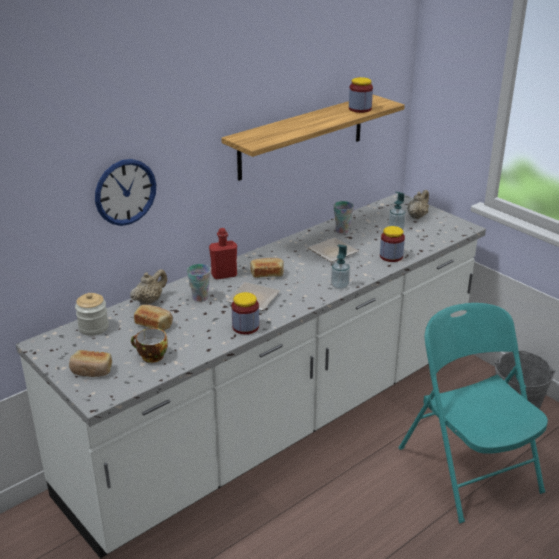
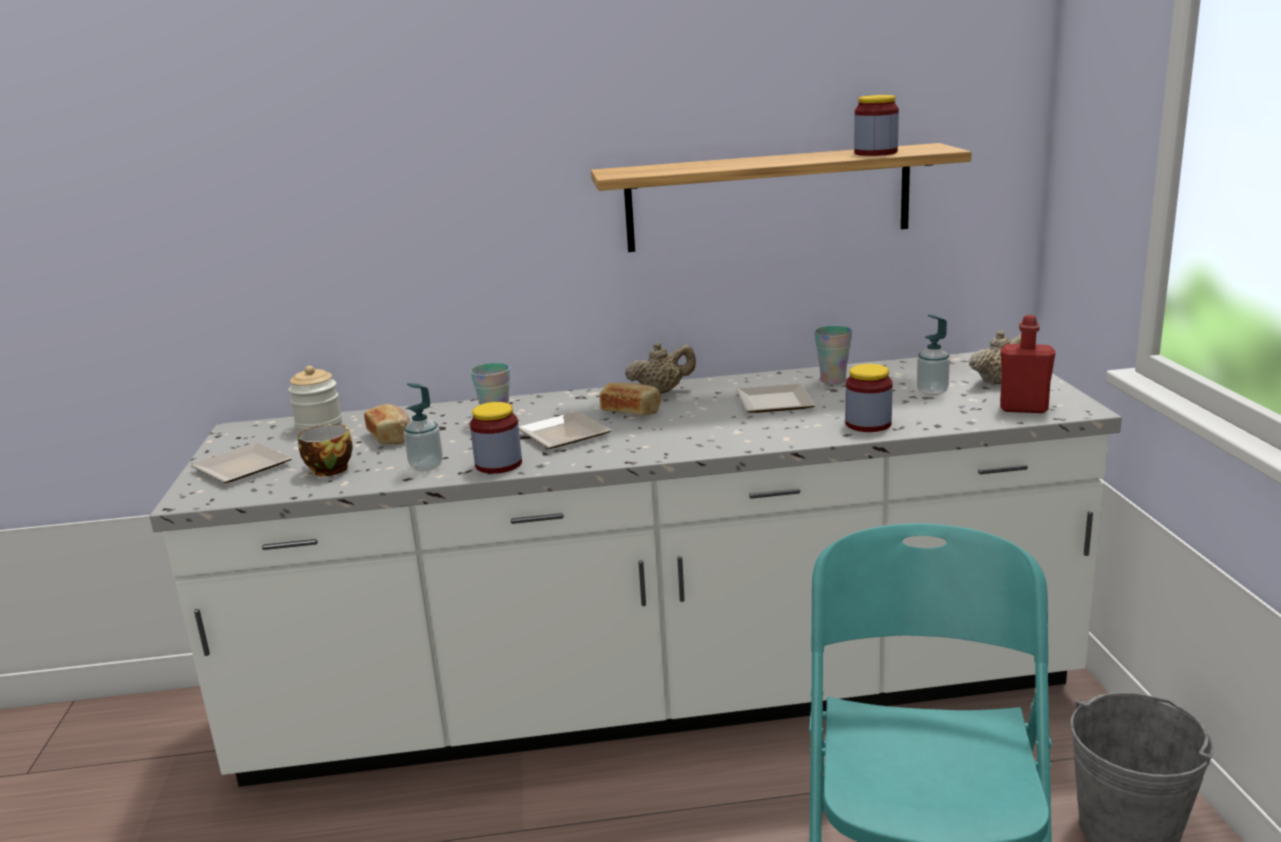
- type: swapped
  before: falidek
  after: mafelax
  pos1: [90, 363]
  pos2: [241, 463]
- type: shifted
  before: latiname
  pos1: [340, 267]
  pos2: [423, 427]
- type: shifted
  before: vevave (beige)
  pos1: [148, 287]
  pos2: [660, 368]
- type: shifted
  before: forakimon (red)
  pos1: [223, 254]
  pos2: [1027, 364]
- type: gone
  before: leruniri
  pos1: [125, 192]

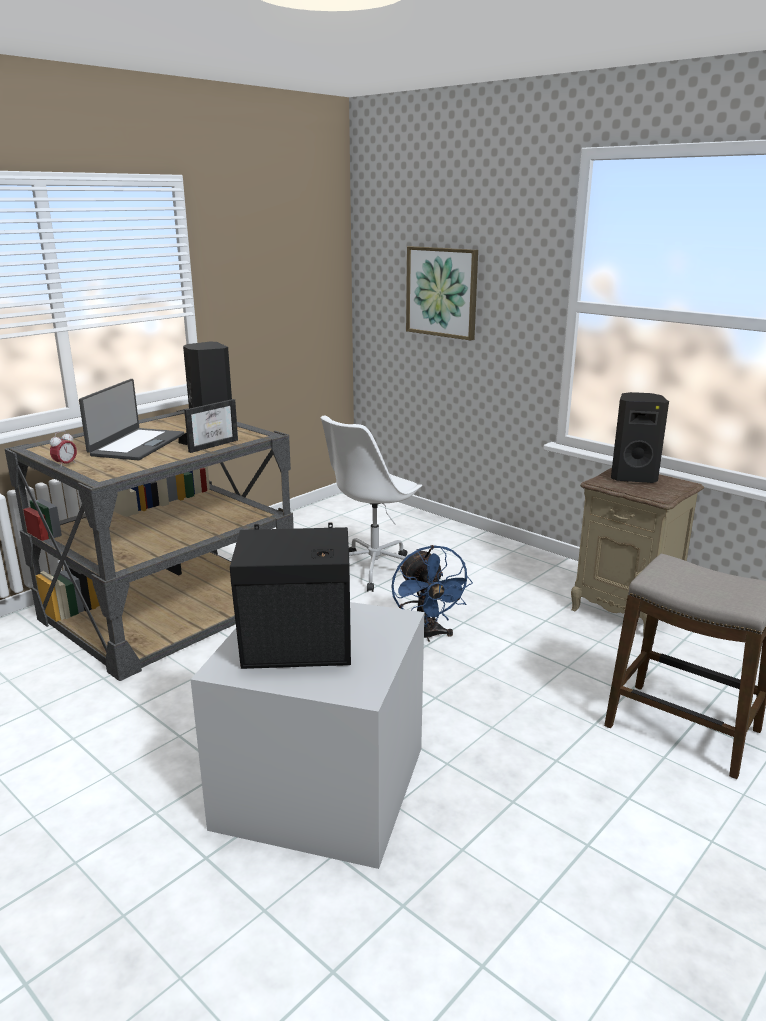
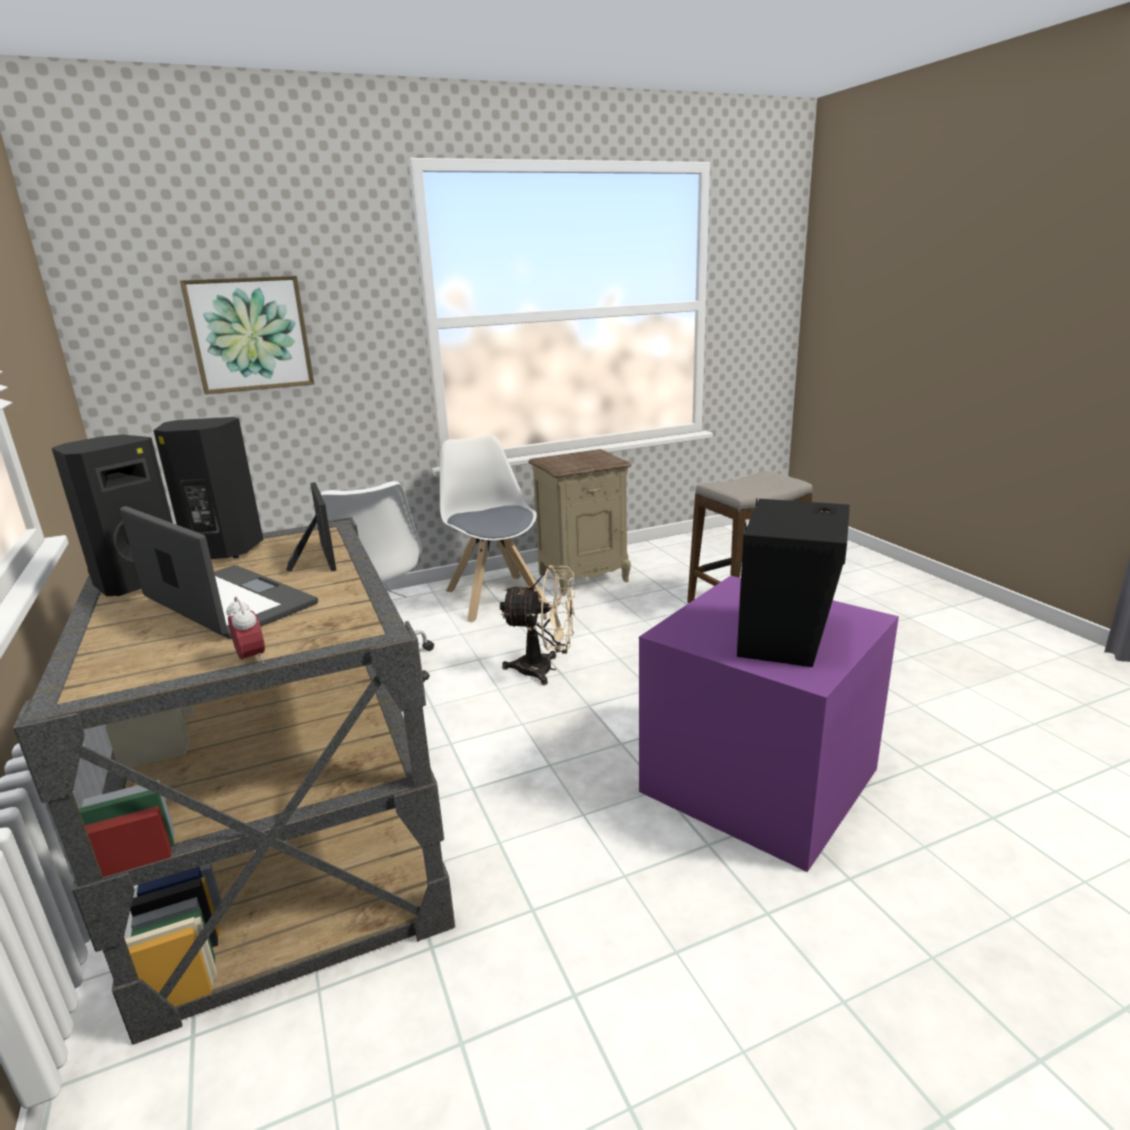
- type: shifted
  before: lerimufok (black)
  pos1: [640, 437]
  pos2: [112, 515]
- type: new
  after: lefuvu
  pos2: [493, 528]
- type: repainted
  before: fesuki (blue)
  after: fesuki (beige)
  pos1: [432, 593]
  pos2: [538, 625]
- type: repainted
  before: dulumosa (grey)
  after: dulumosa (purple)
  pos1: [307, 735]
  pos2: [769, 723]

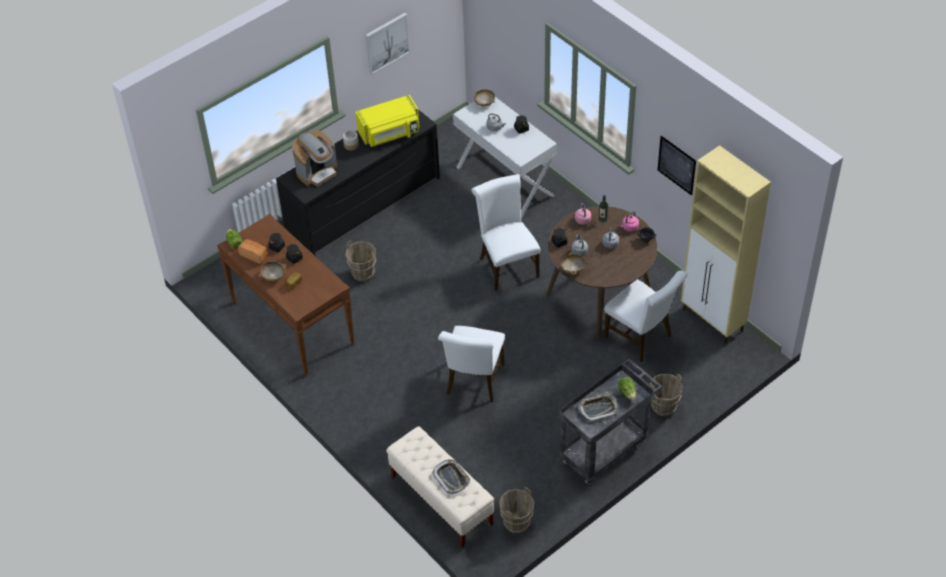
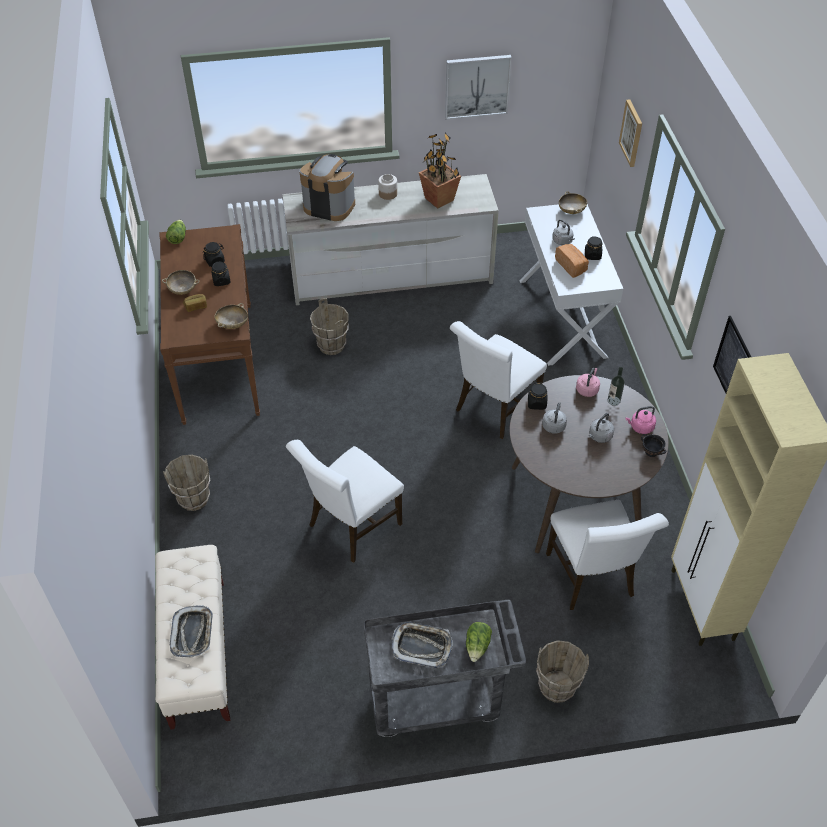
- type: shifted
  before: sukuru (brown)
  pos1: [516, 510]
  pos2: [186, 482]
- type: shifted
  before: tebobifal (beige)
  pos1: [573, 263]
  pos2: [231, 316]
- type: repainted
  before: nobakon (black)
  after: nobakon (white)
  pos1: [358, 182]
  pos2: [391, 239]
- type: rotated
  before: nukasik
  pos1: [315, 158]
  pos2: [327, 187]
  turn: -150
- type: swapped
  before: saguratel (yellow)
  after: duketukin
  pos1: [387, 121]
  pos2: [440, 170]
- type: rotated
  before: lefuvu (white)
  pos1: [506, 232]
  pos2: [498, 380]
  turn: -150
- type: shifted
  before: falidek
  pos1: [252, 251]
  pos2: [572, 261]
- type: new
  after: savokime
  pos2: [630, 133]

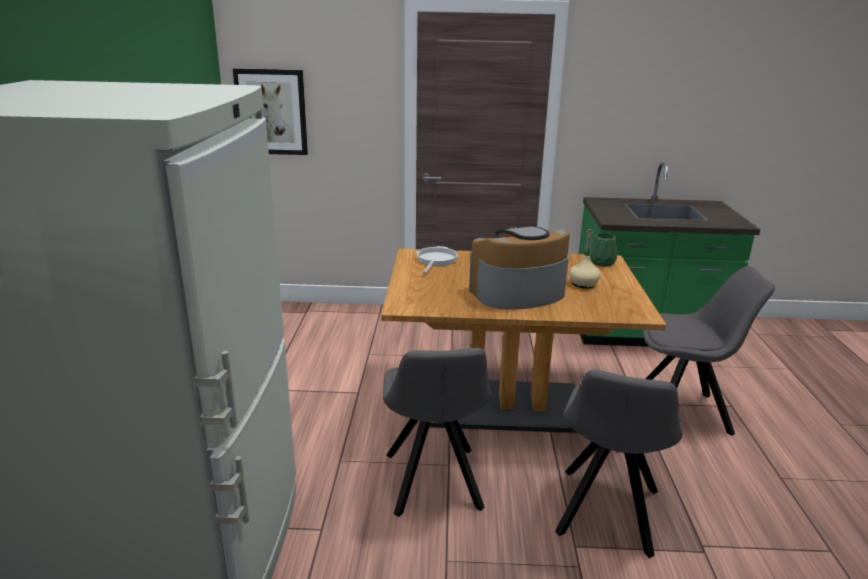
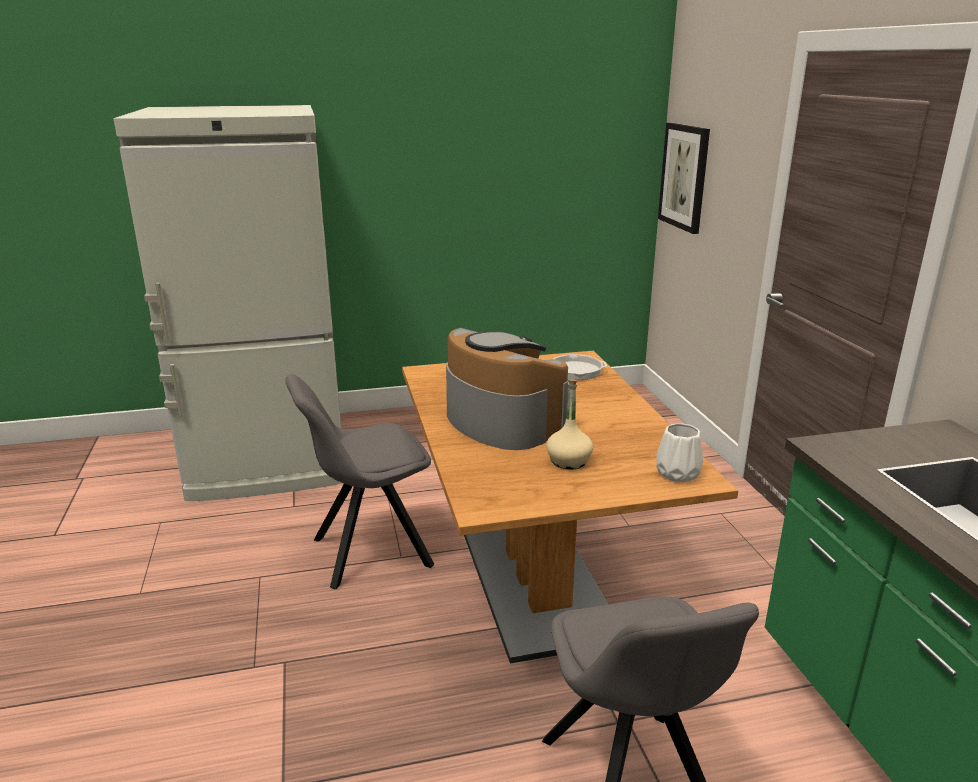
- type: repainted
  before: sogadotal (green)
  after: sogadotal (white)
  pos1: [603, 249]
  pos2: [679, 452]
- type: gone
  before: lefuvu (grey)
  pos1: [619, 464]

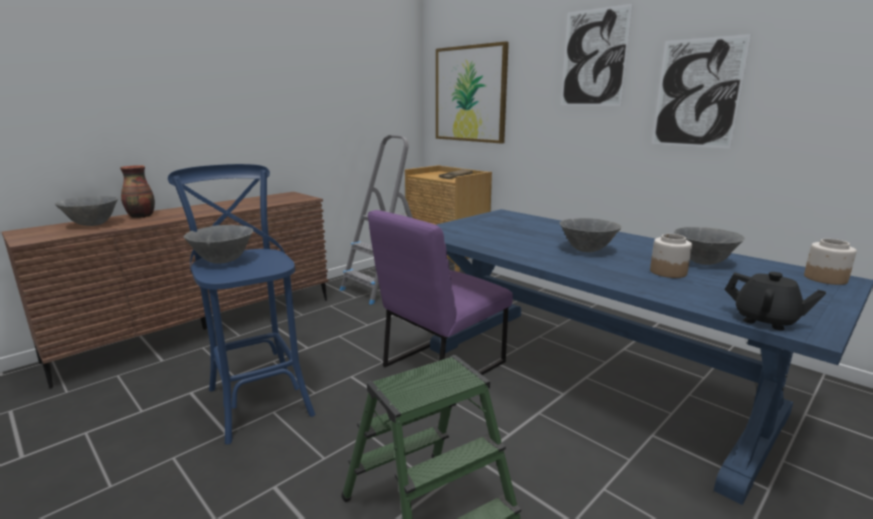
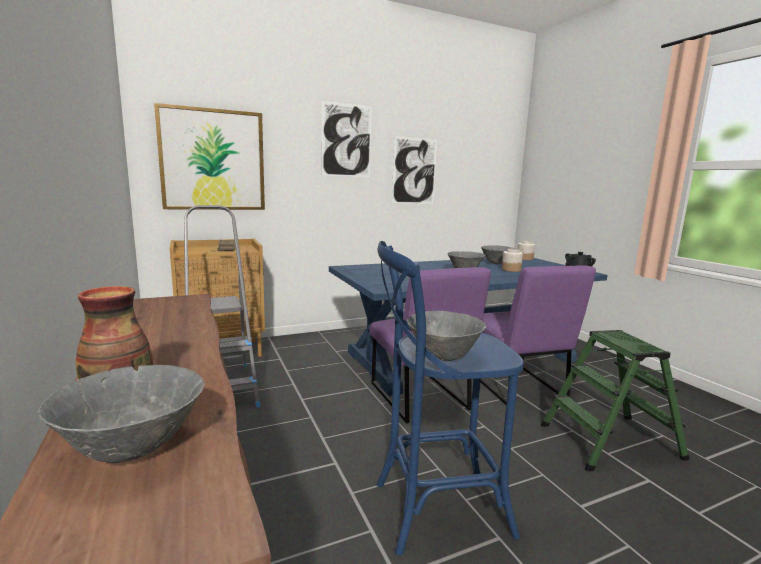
- type: new
  after: lefuvu (purple)
  pos2: [538, 335]

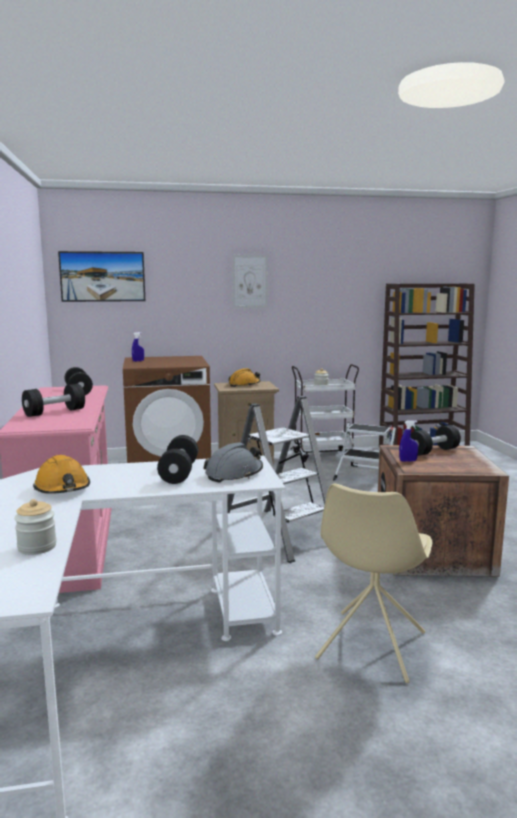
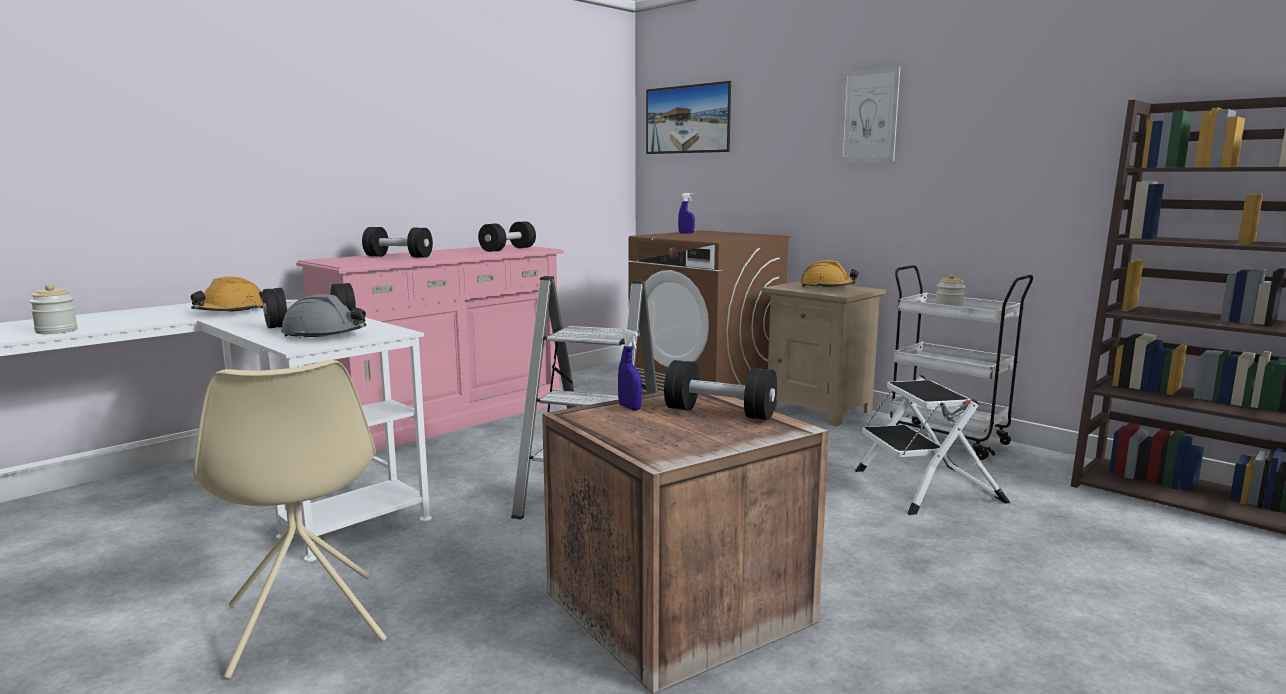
- type: rotated
  before: lefuvu (beige)
  pos1: [373, 583]
  pos2: [290, 519]
  turn: -105

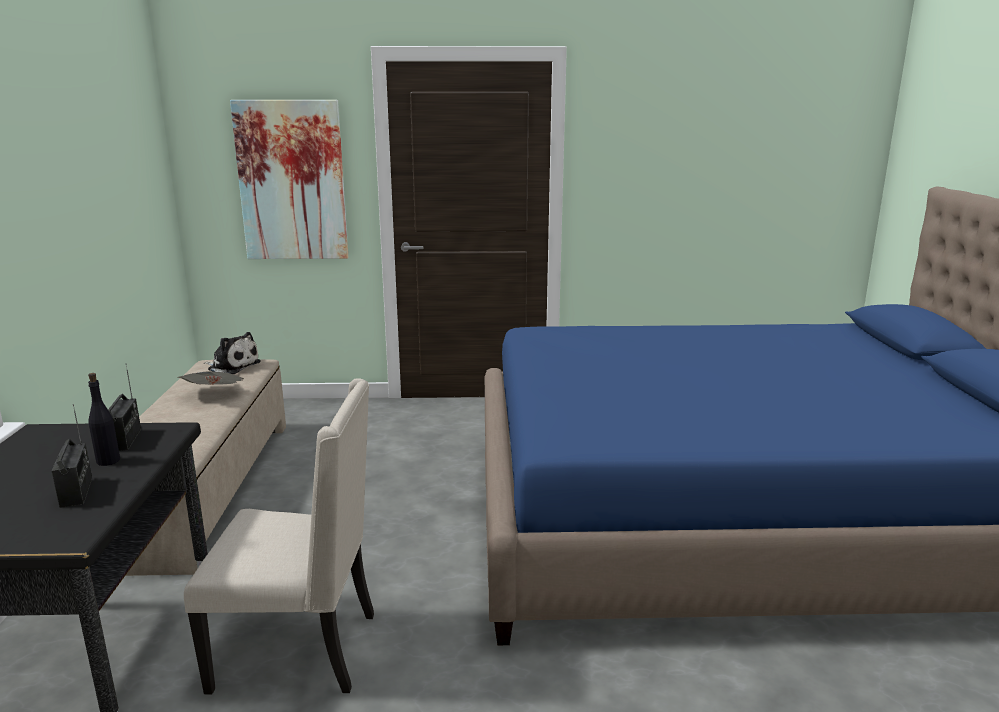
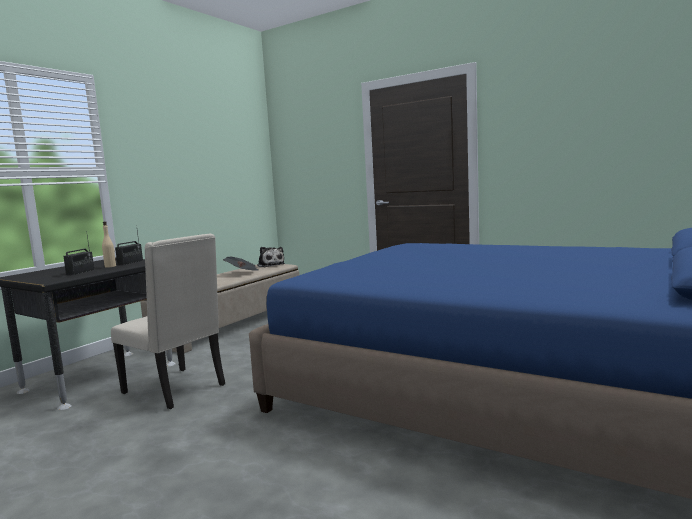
- type: repainted
  before: forakimon (black)
  after: forakimon (beige)
  pos1: [104, 419]
  pos2: [109, 244]
- type: gone
  before: savokime
  pos1: [289, 179]

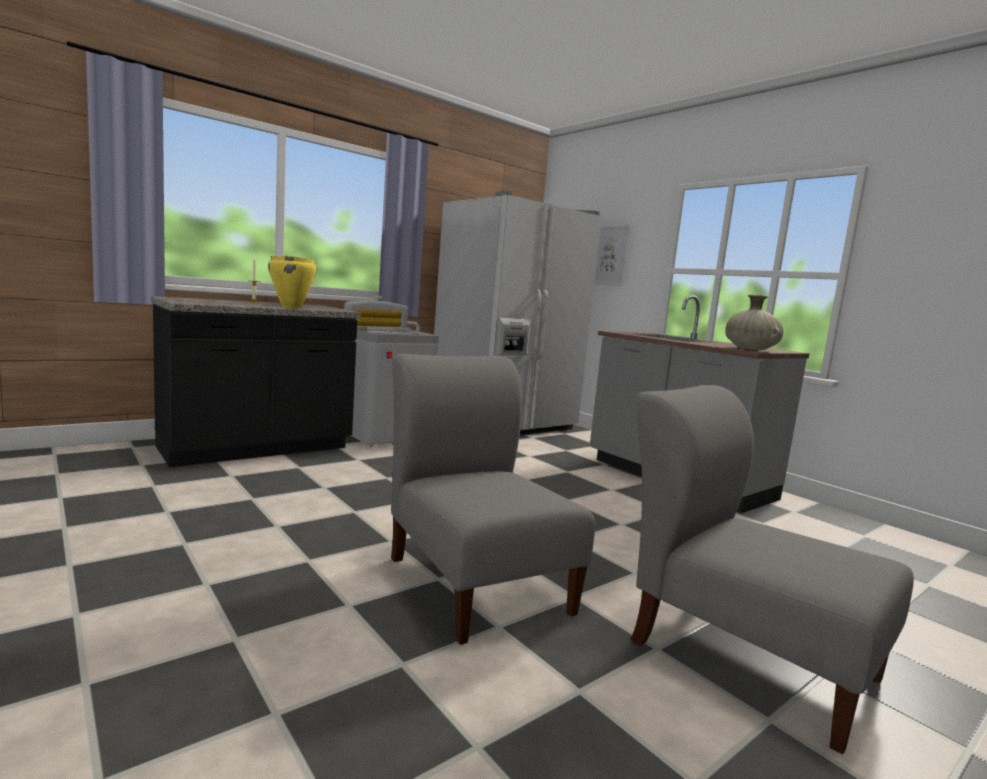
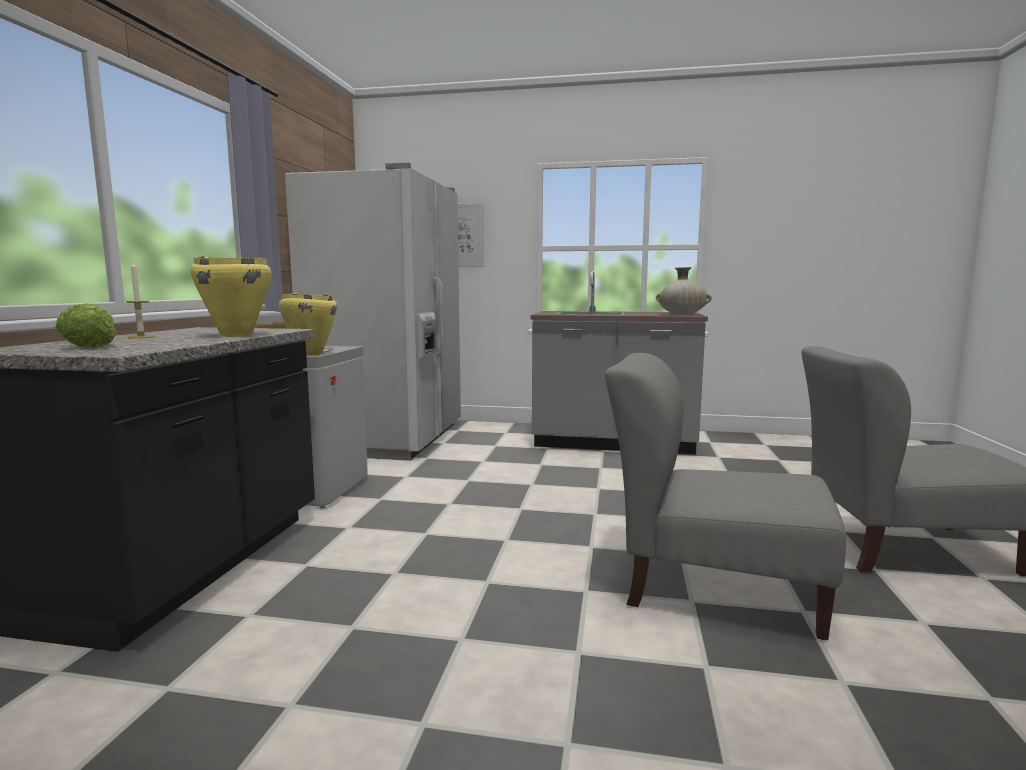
- type: new
  after: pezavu
  pos2: [85, 325]
- type: new
  after: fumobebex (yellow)
  pos2: [308, 324]

